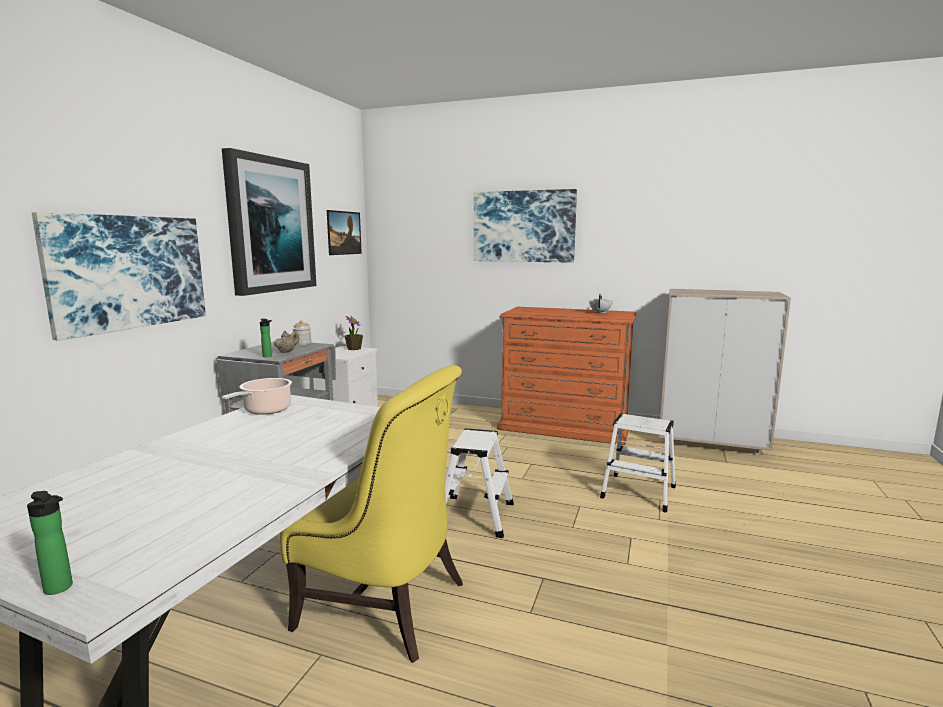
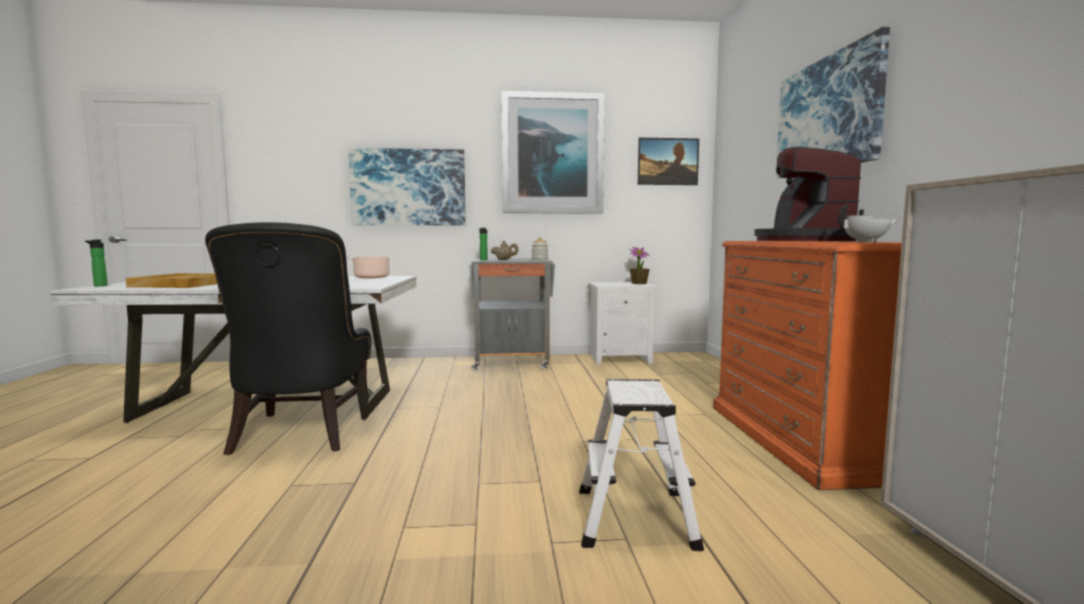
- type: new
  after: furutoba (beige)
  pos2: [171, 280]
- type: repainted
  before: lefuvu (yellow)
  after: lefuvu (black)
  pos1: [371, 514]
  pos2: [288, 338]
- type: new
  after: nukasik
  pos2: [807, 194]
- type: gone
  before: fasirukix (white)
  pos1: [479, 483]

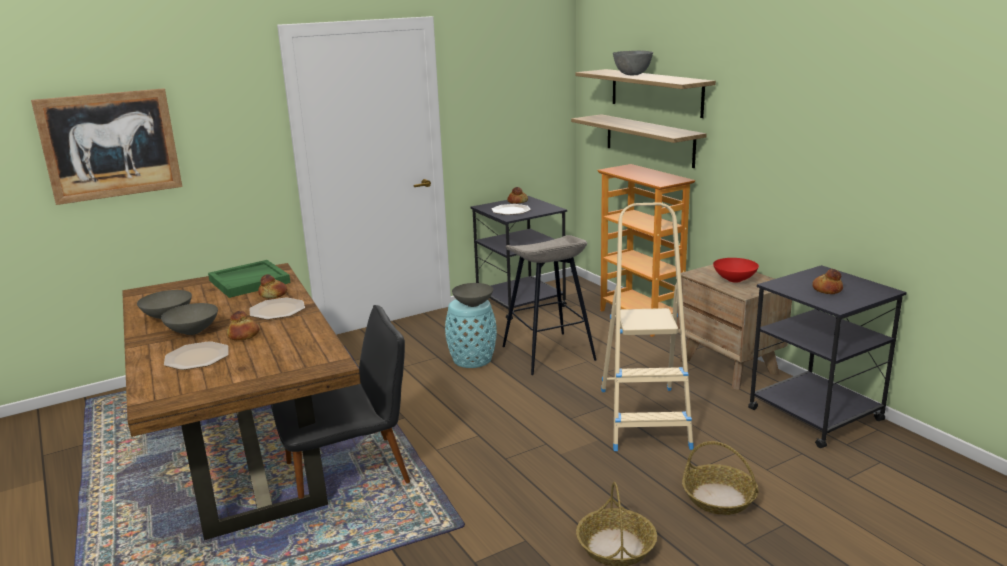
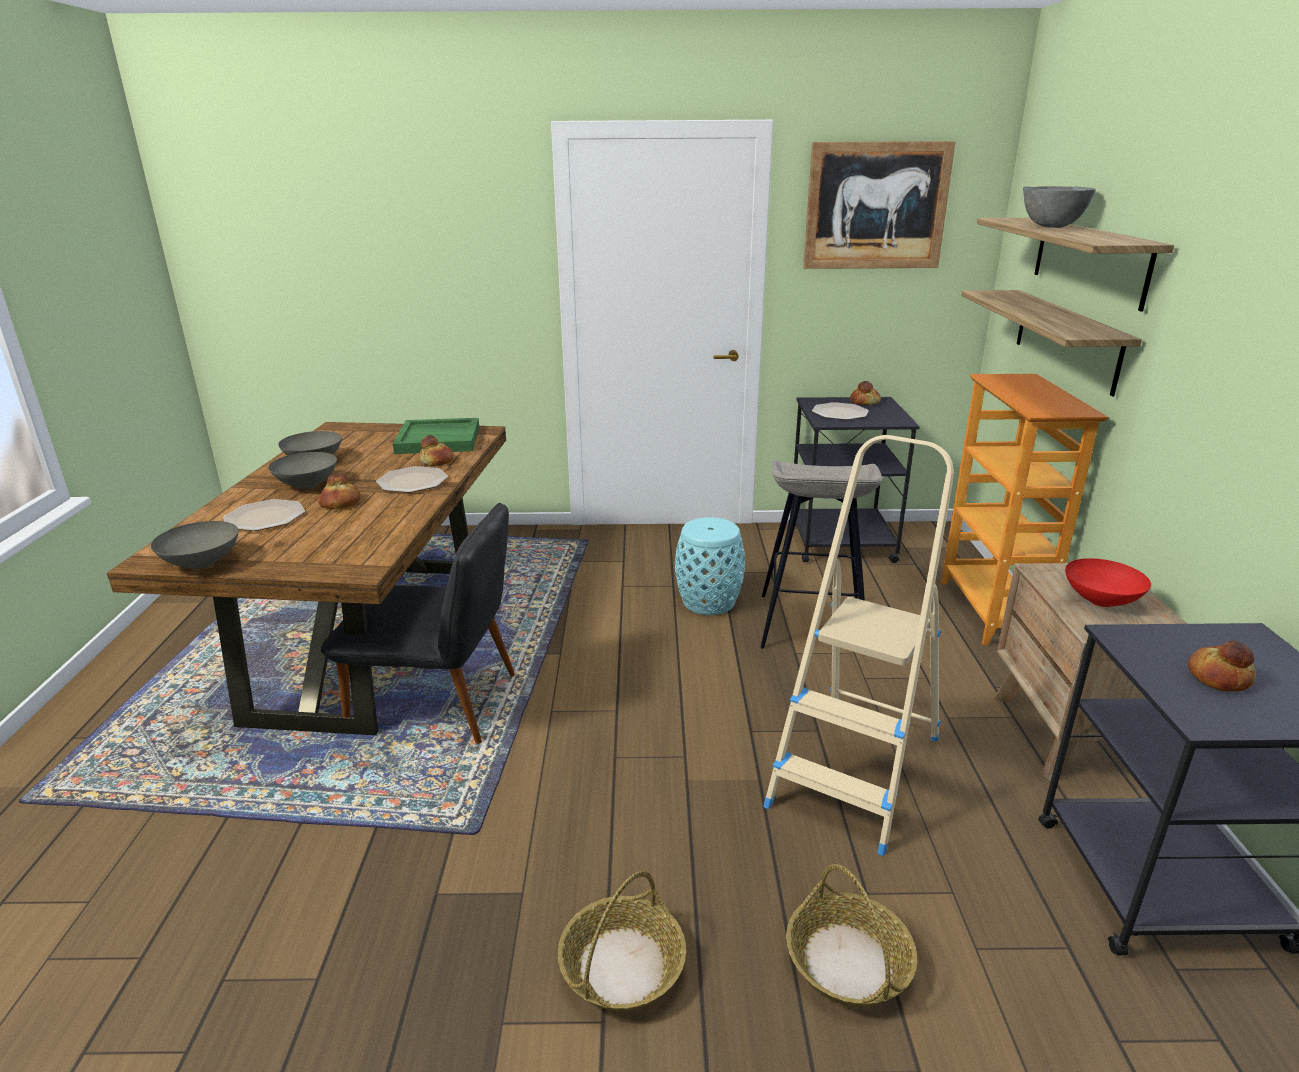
- type: shifted
  before: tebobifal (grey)
  pos1: [472, 295]
  pos2: [195, 545]
- type: shifted
  before: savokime
  pos1: [106, 146]
  pos2: [879, 205]

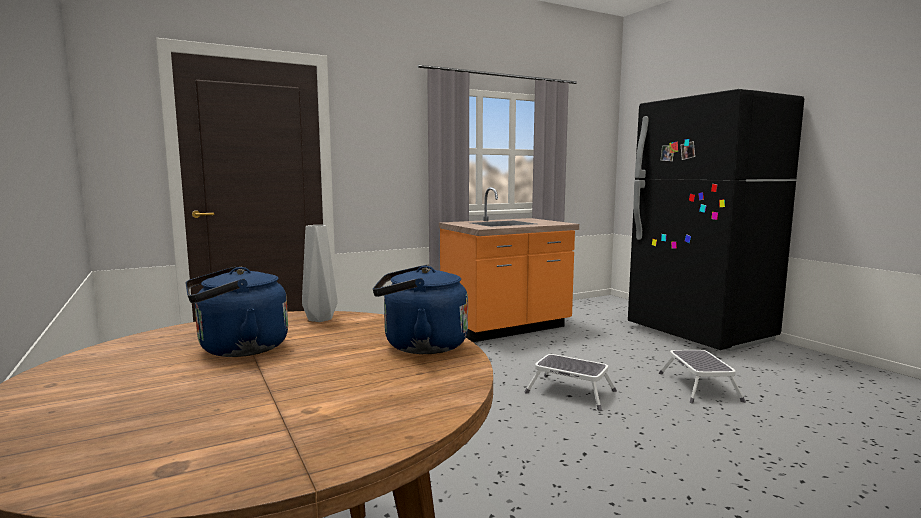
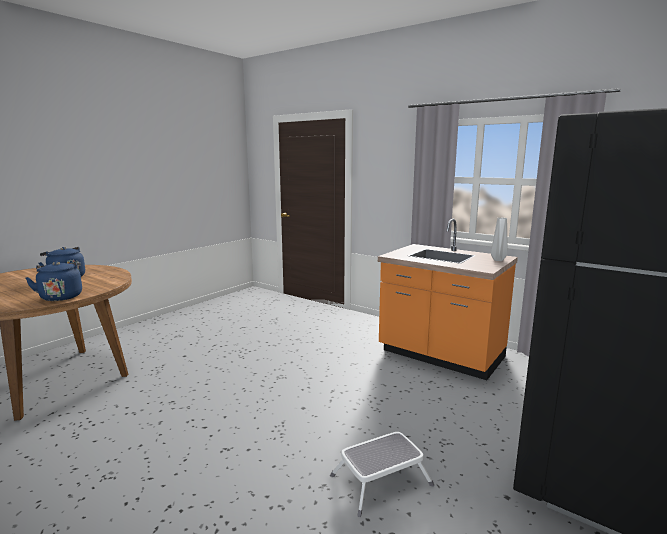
- type: shifted
  before: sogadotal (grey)
  pos1: [320, 273]
  pos2: [499, 239]
- type: gone
  before: fasirukix (grey)
  pos1: [570, 382]

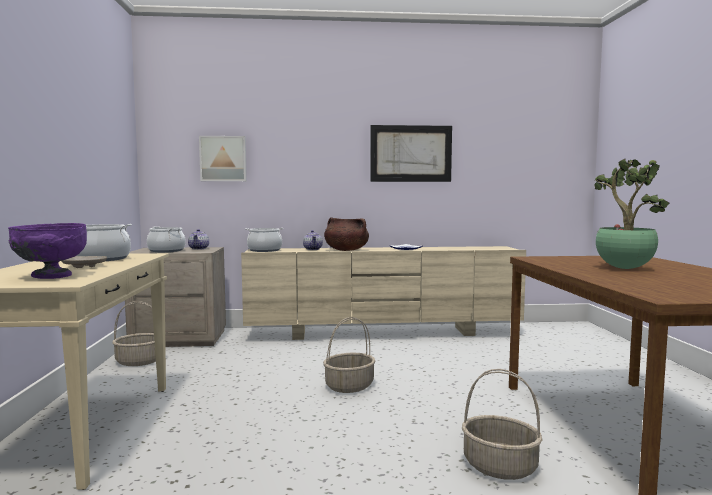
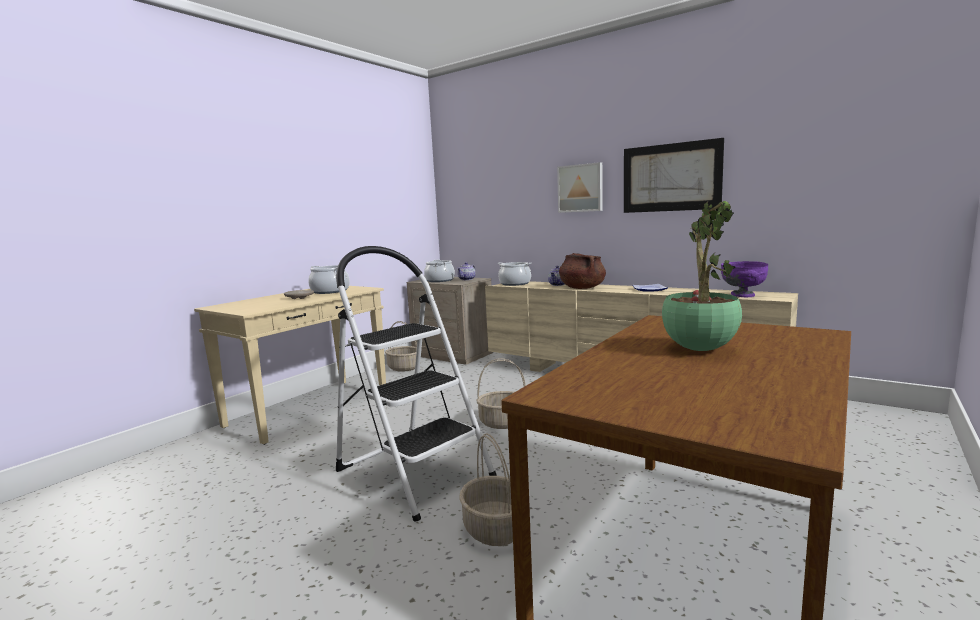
- type: new
  after: fasirukix
  pos2: [416, 384]
- type: shifted
  before: savokime
  pos1: [223, 158]
  pos2: [580, 187]
- type: shifted
  before: tebobifal (purple)
  pos1: [47, 251]
  pos2: [744, 279]

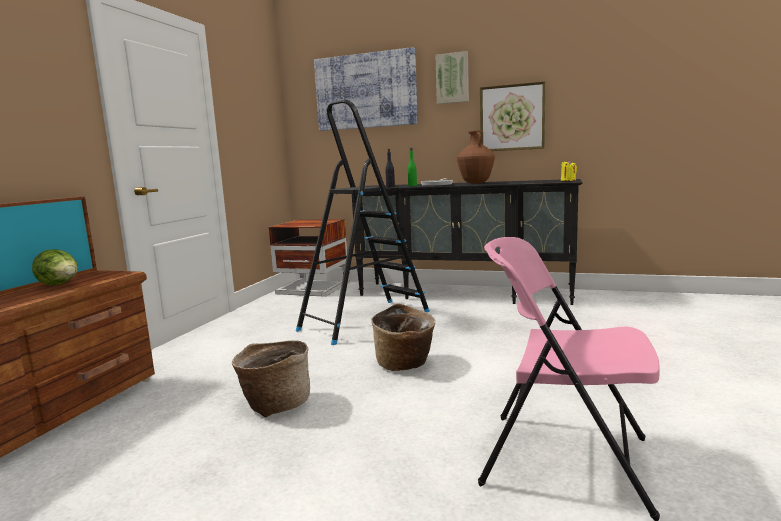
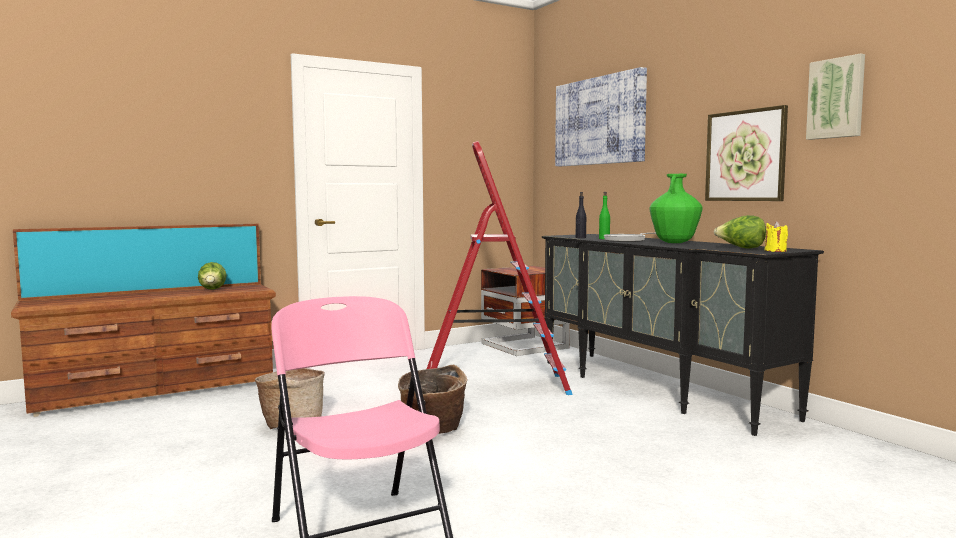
- type: repainted
  before: fasirukix (black)
  after: fasirukix (red)
  pos1: [363, 222]
  pos2: [500, 268]
- type: repainted
  before: sogadotal (brown)
  after: sogadotal (green)
  pos1: [476, 157]
  pos2: [676, 208]
- type: new
  after: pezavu
  pos2: [740, 232]
- type: shifted
  before: savokime
  pos1: [452, 77]
  pos2: [835, 97]

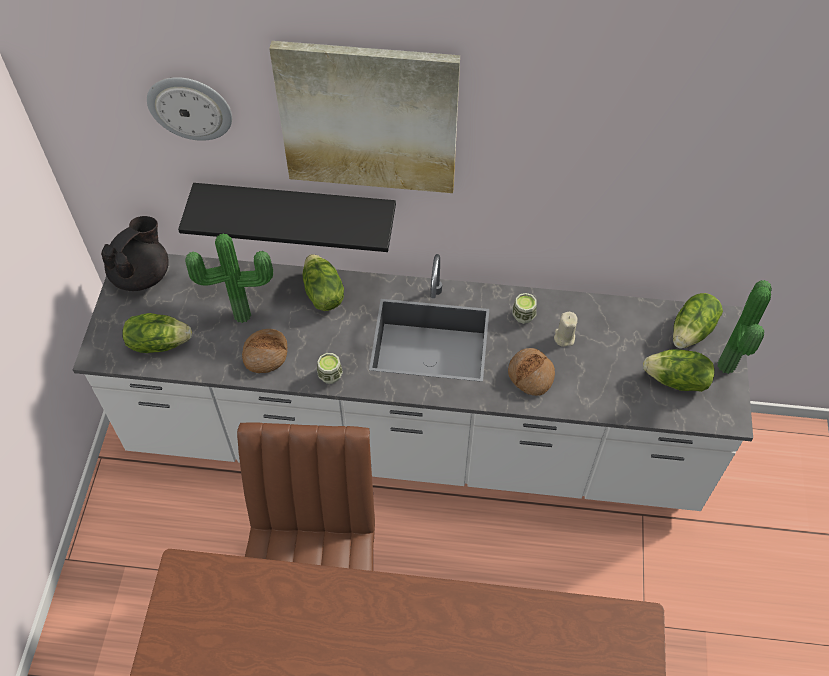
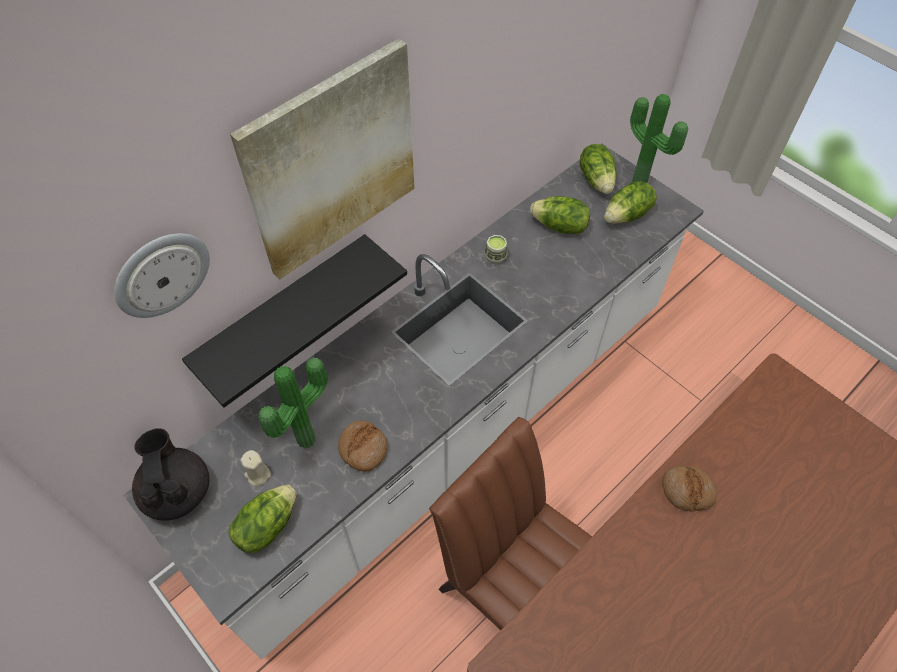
- type: shifted
  before: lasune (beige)
  pos1: [566, 329]
  pos2: [255, 468]
- type: shifted
  before: pezavu
  pos1: [323, 282]
  pos2: [560, 215]
- type: shifted
  before: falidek
  pos1: [531, 372]
  pos2: [689, 488]
- type: gone
  before: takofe
  pos1: [330, 368]

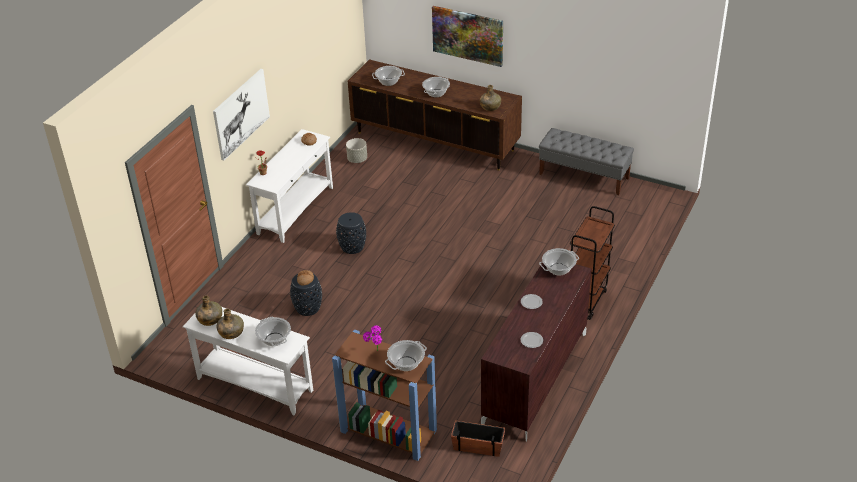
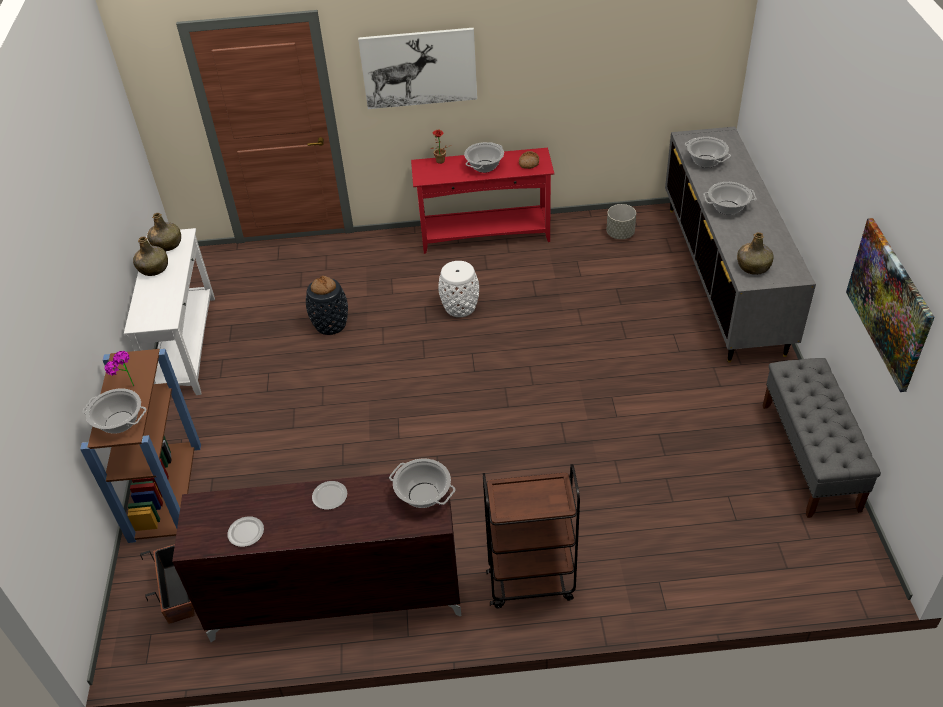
- type: repainted
  before: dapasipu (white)
  after: dapasipu (red)
  pos1: [289, 186]
  pos2: [482, 201]
- type: repainted
  before: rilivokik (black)
  after: rilivokik (white)
  pos1: [351, 233]
  pos2: [458, 289]
- type: shifted
  before: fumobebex
  pos1: [273, 331]
  pos2: [484, 157]
- type: repainted
  before: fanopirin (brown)
  after: fanopirin (grey)
  pos1: [435, 115]
  pos2: [740, 244]
- type: shifted
  before: savokime
  pos1: [467, 36]
  pos2: [890, 305]

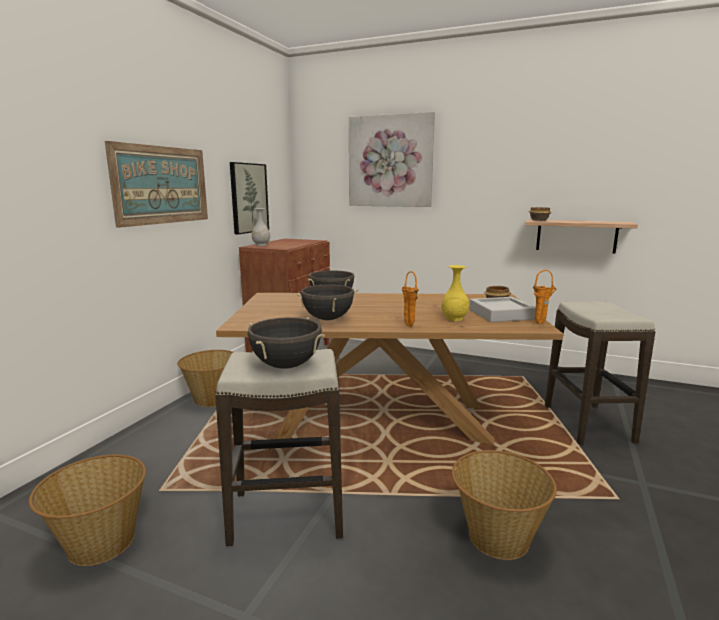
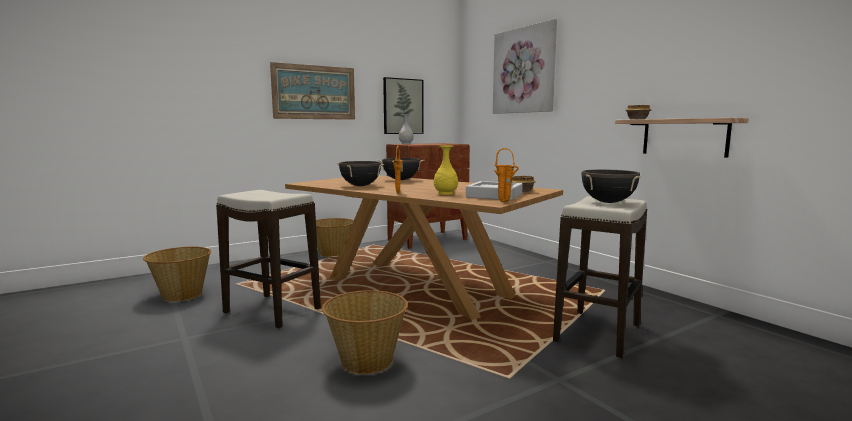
- type: shifted
  before: fumobebex (black)
  pos1: [286, 343]
  pos2: [611, 186]

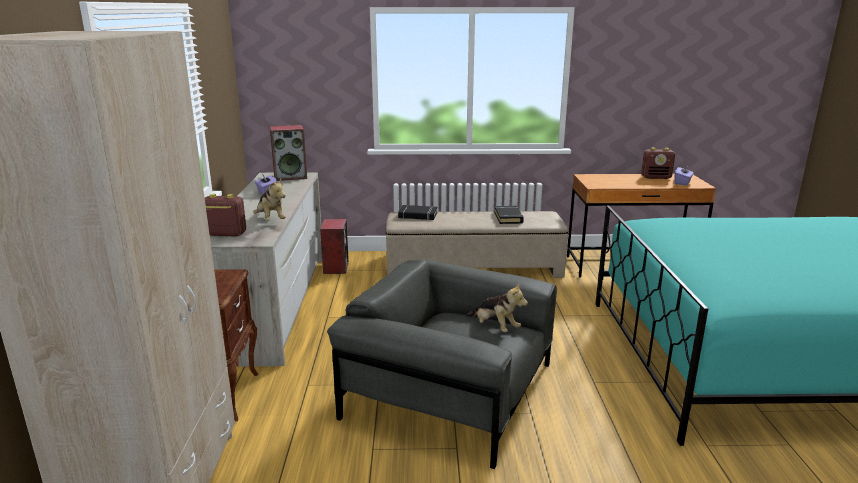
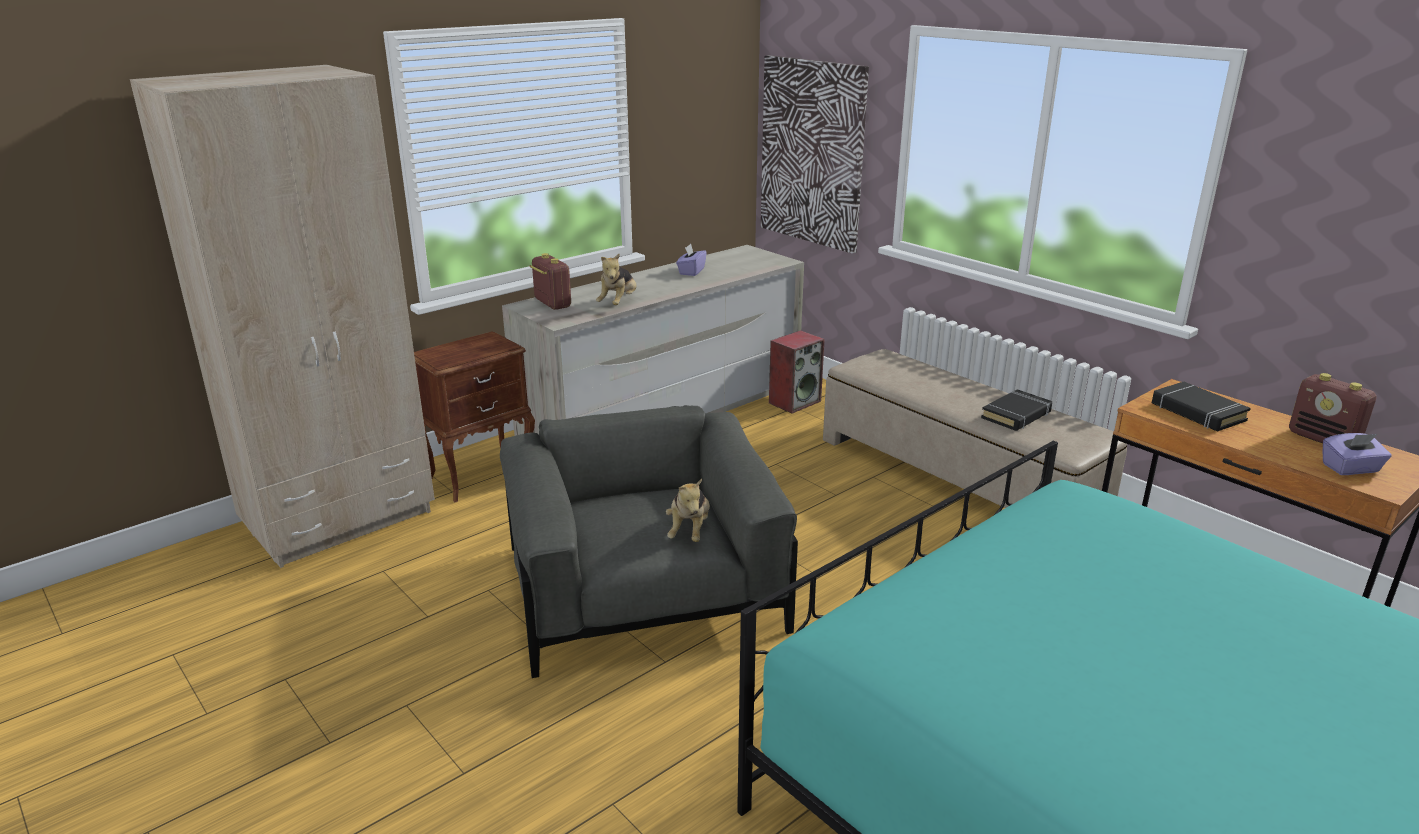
- type: new
  after: savokime
  pos2: [815, 154]
- type: shifted
  before: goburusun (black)
  pos1: [417, 212]
  pos2: [1201, 406]
- type: gone
  before: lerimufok
  pos1: [288, 153]

